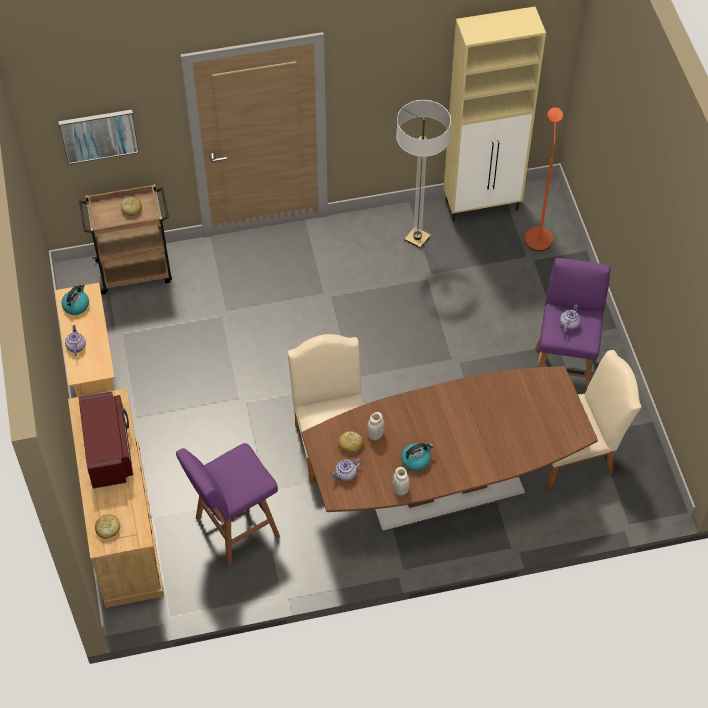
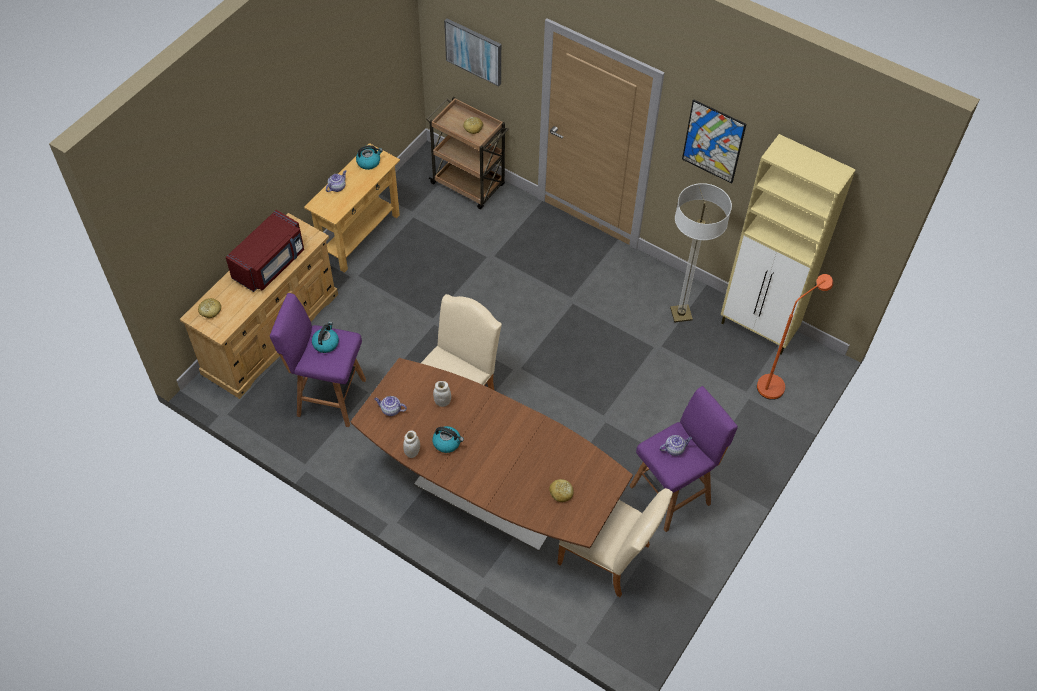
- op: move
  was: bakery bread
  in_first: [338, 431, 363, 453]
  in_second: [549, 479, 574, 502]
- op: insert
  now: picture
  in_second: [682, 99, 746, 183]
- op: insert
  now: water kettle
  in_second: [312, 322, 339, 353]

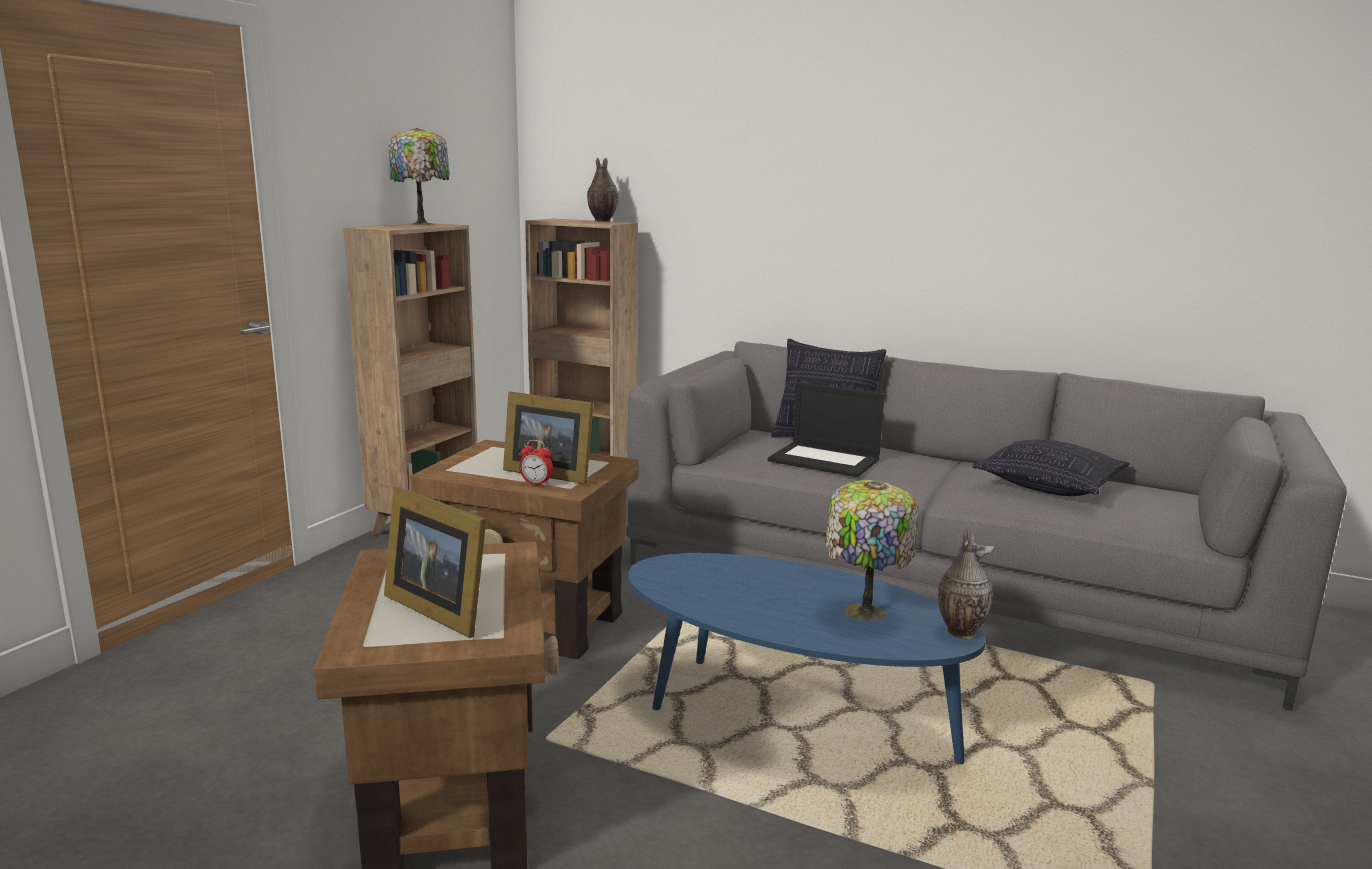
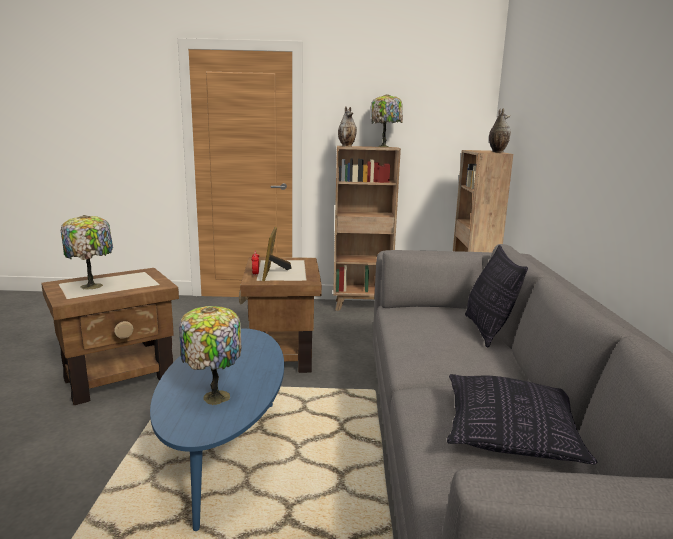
- op: delete
  was: portable computer
  in_first: [768, 382, 885, 477]
- op: replace
  was: standing frame
  now: lamp for a table
  in_first: [384, 486, 486, 638]
  in_second: [61, 215, 113, 289]
- op: move
  was: flower vase
  in_first: [938, 529, 995, 639]
  in_second: [338, 107, 357, 147]

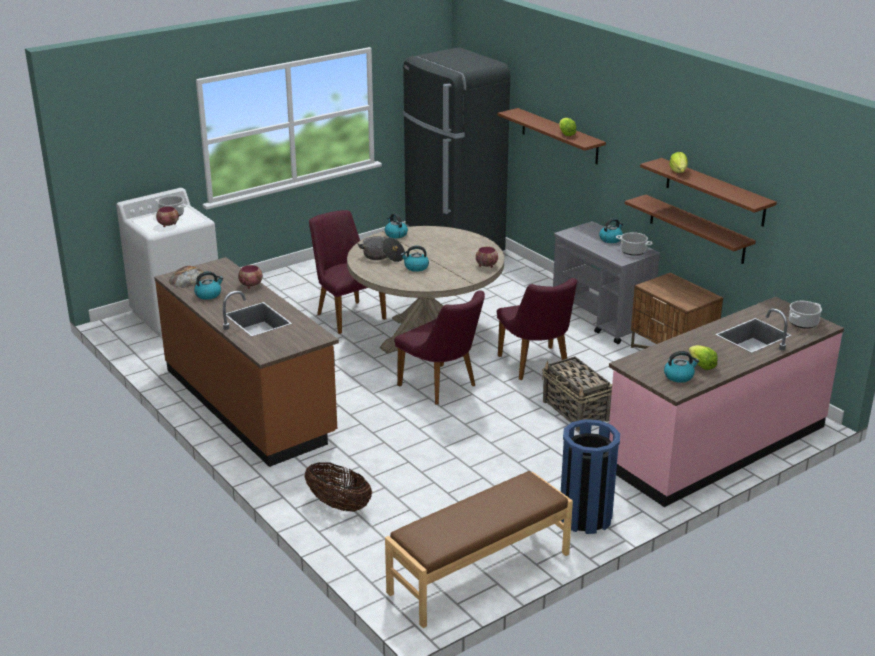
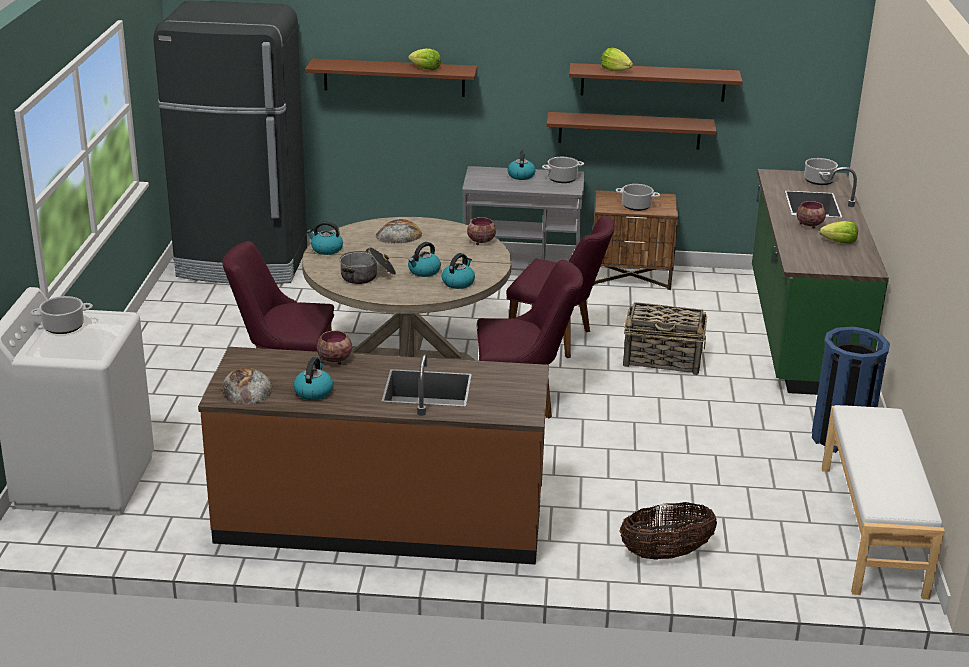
- op: move
  was: bowl
  in_first: [156, 206, 179, 227]
  in_second: [796, 201, 826, 229]
- op: recolor
  was: pinkish kitchen counter
  now: green kitchen counter
  in_first: [609, 297, 844, 507]
  in_second: [752, 167, 889, 395]
- op: move
  was: water kettle
  in_first: [664, 351, 699, 383]
  in_second: [442, 253, 475, 289]
- op: recolor
  was: brown-coloured long seat
  now: white-coloured long seat
  in_first: [385, 471, 573, 628]
  in_second: [822, 405, 945, 600]
- op: insert
  now: saucepot
  in_second: [616, 184, 660, 211]
- op: insert
  now: bakery bread
  in_second: [376, 219, 422, 244]

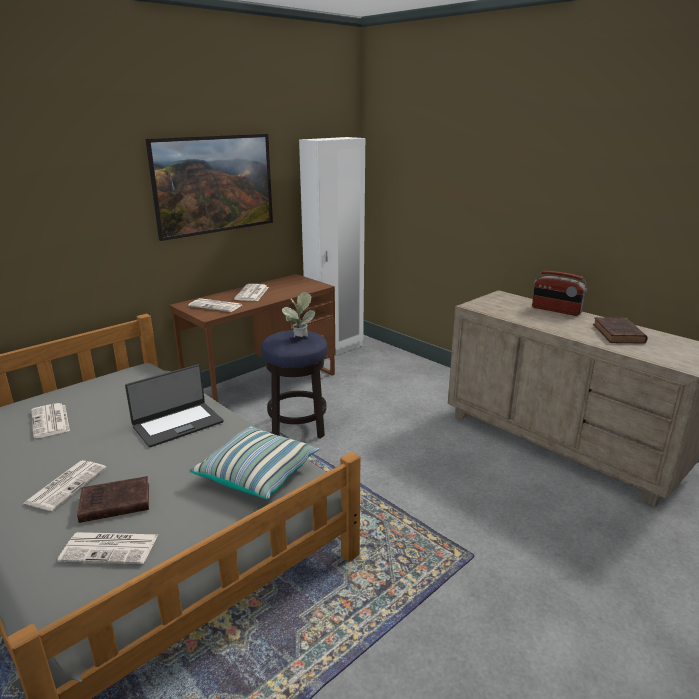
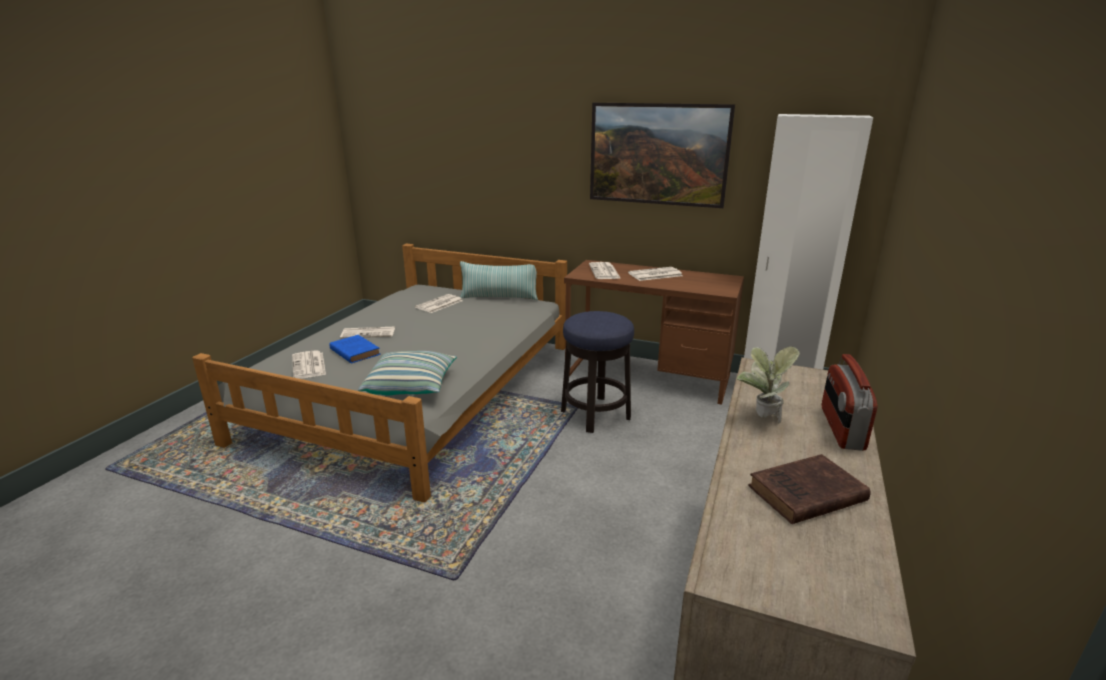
- op: move
  was: potted plant
  in_first: [282, 292, 315, 337]
  in_second: [737, 346, 800, 424]
- op: delete
  was: portable computer
  in_first: [125, 364, 224, 448]
- op: recolor
  was: brown-coloured book
  now: bluish book
  in_first: [77, 476, 149, 523]
  in_second: [329, 335, 380, 363]
- op: insert
  now: cushion
  in_second: [460, 261, 538, 300]

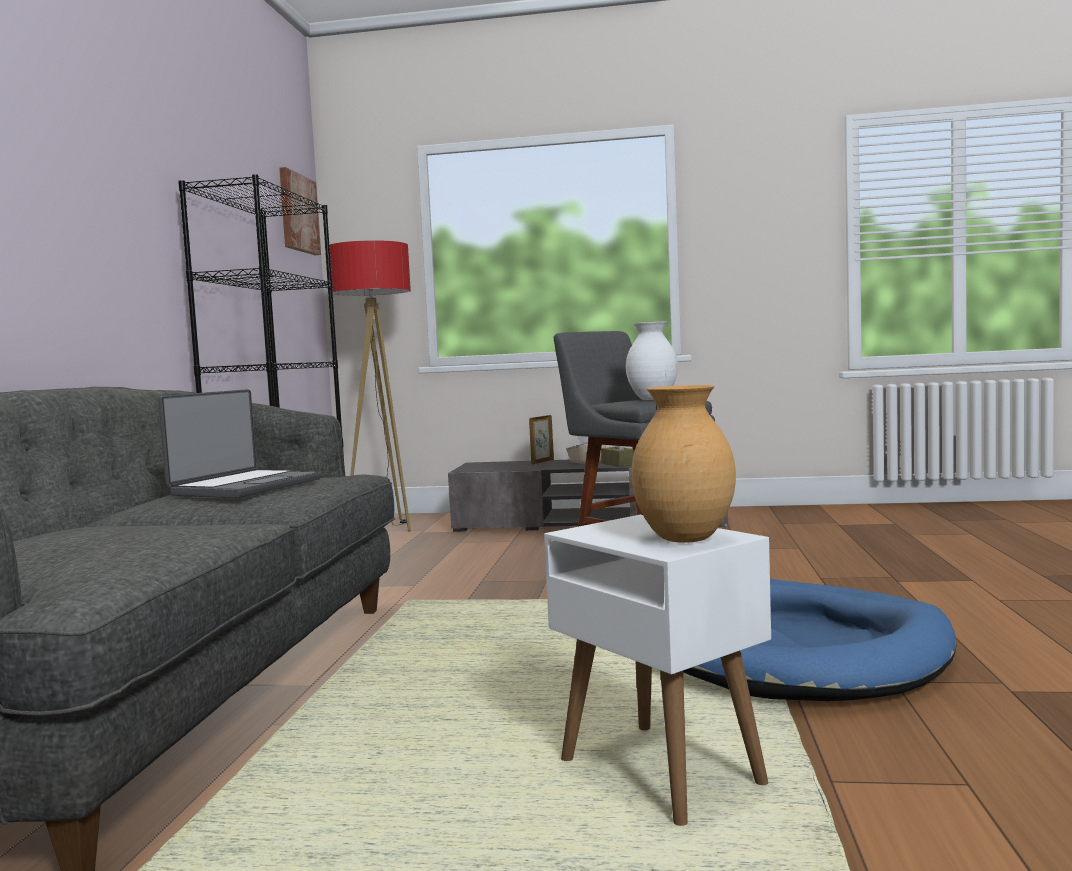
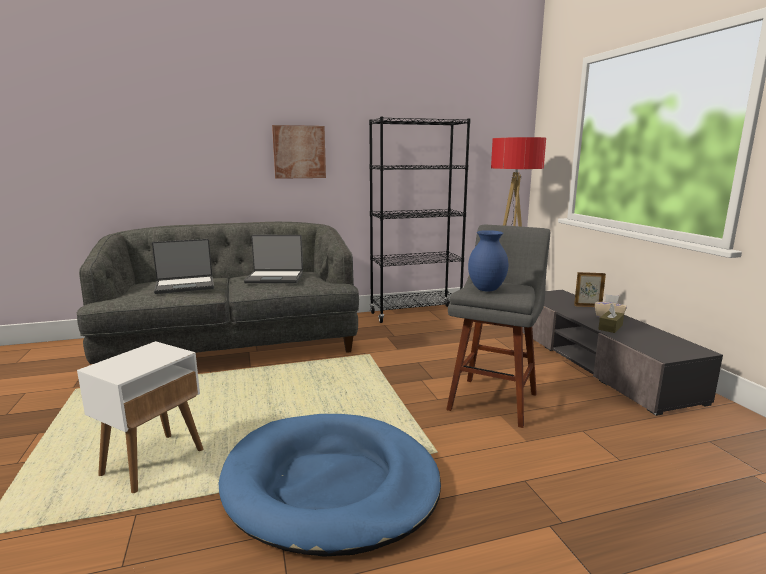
- op: move
  was: picture
  in_first: [279, 167, 321, 255]
  in_second: [272, 125, 326, 179]
- op: recolor
  was: white-coloured flower vase
  now: bluish flower vase
  in_first: [626, 322, 678, 400]
  in_second: [468, 230, 508, 291]
- op: delete
  was: brown-coloured flower vase
  in_first: [631, 385, 736, 543]
- op: insert
  now: portable computer
  in_second: [152, 239, 214, 294]

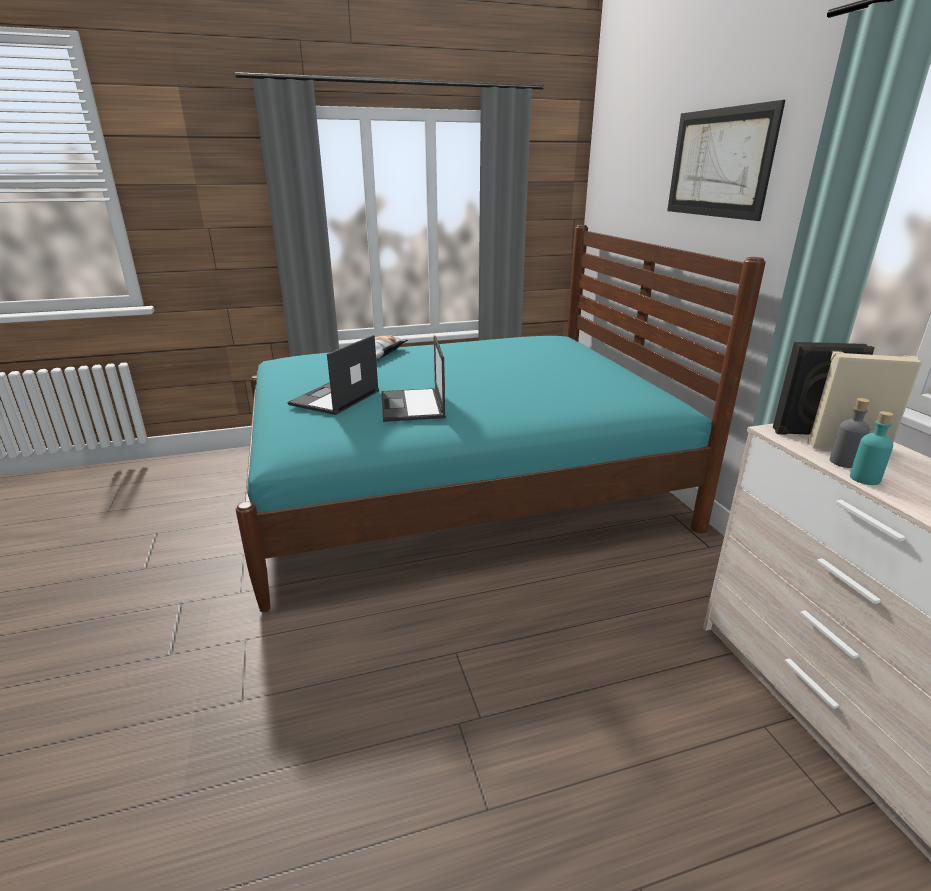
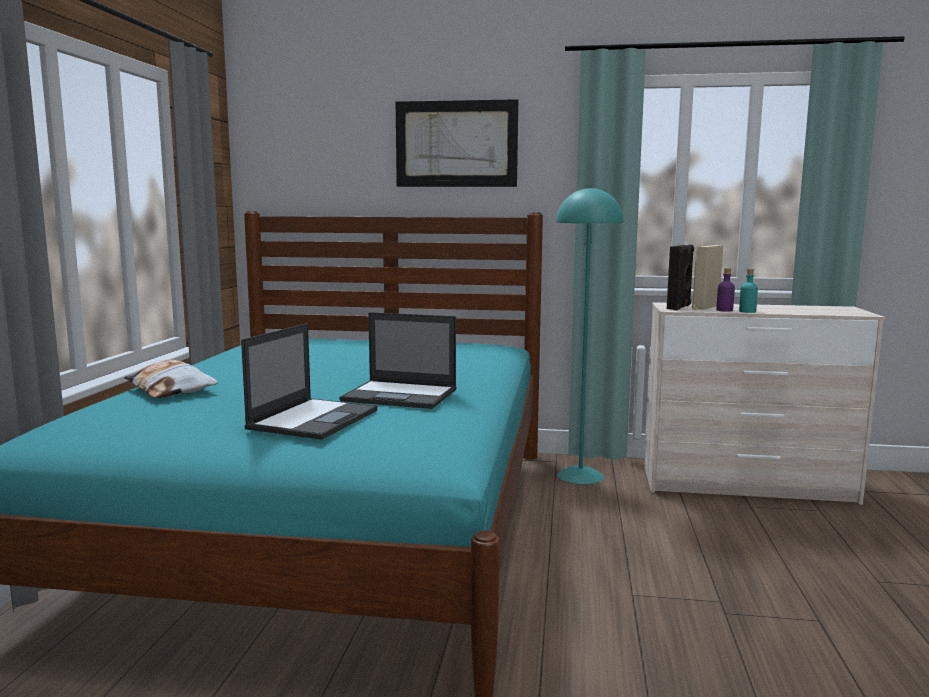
- op: rotate
  was: portable computer
  in_first: [288, 335, 379, 415]
  in_second: [241, 323, 377, 440]
  clockwise: -120
- op: recolor
  was: gray bottle
  now: purplish bottle
  in_first: [830, 398, 870, 468]
  in_second: [716, 268, 735, 312]
- op: insert
  now: turquoise-coloured floor lamp
  in_second: [556, 186, 623, 484]

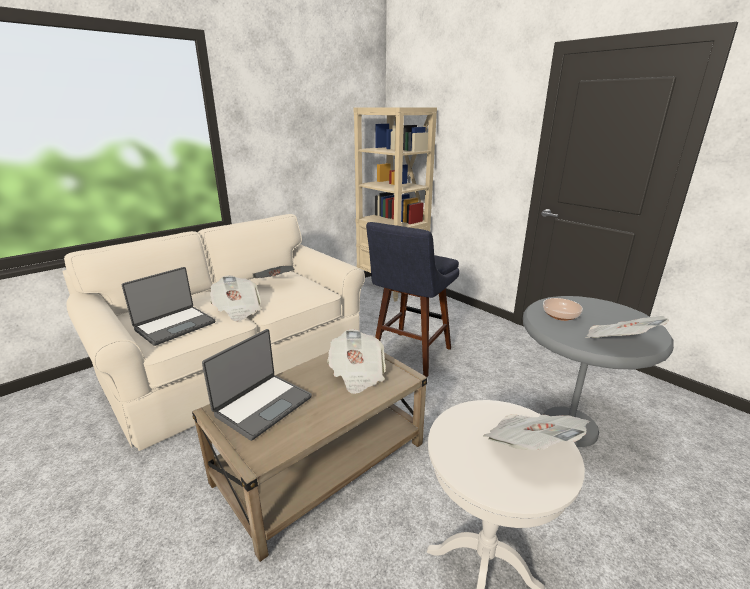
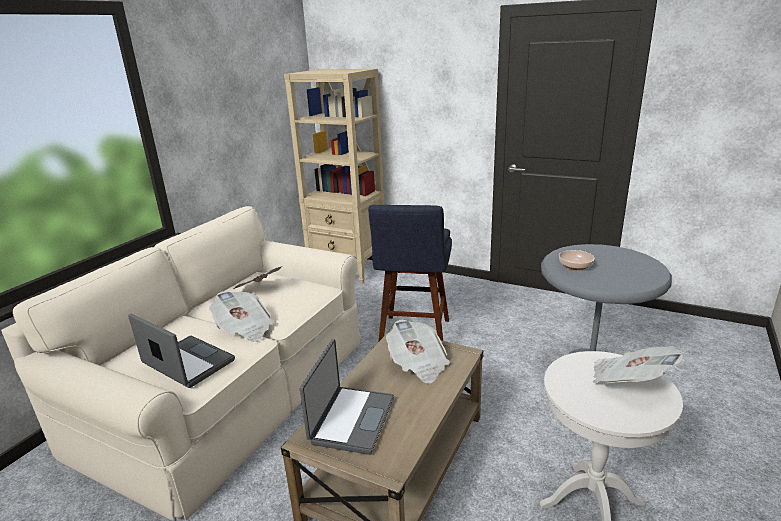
- op: rotate
  was: portable computer
  in_first: [122, 267, 215, 346]
  in_second: [128, 314, 235, 388]
  clockwise: -75
- op: delete
  was: newspaper
  in_first: [585, 316, 669, 338]

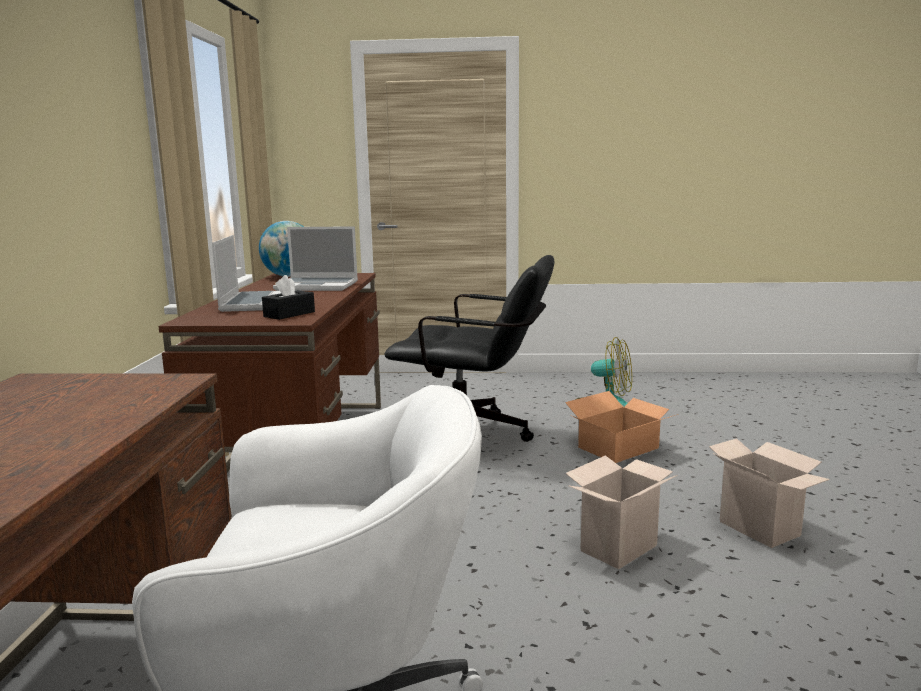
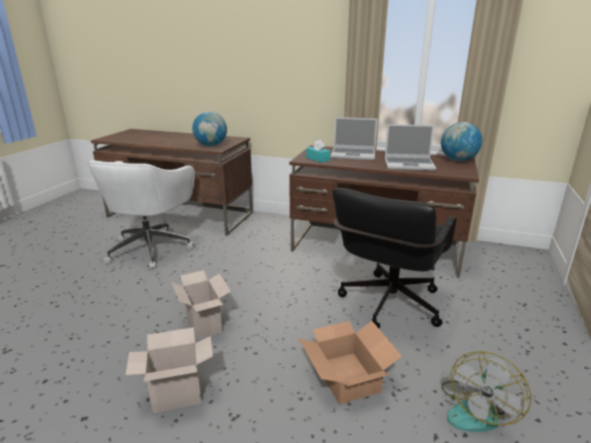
- op: rotate
  was: portable computer
  in_first: [273, 226, 358, 291]
  in_second: [385, 124, 436, 171]
  clockwise: -105
- op: recolor
  was: blackish box of tissues
  now: turquoise-coloured box of tissues
  in_first: [262, 275, 315, 320]
  in_second: [306, 140, 330, 163]
- op: insert
  now: globe
  in_second: [192, 112, 227, 146]

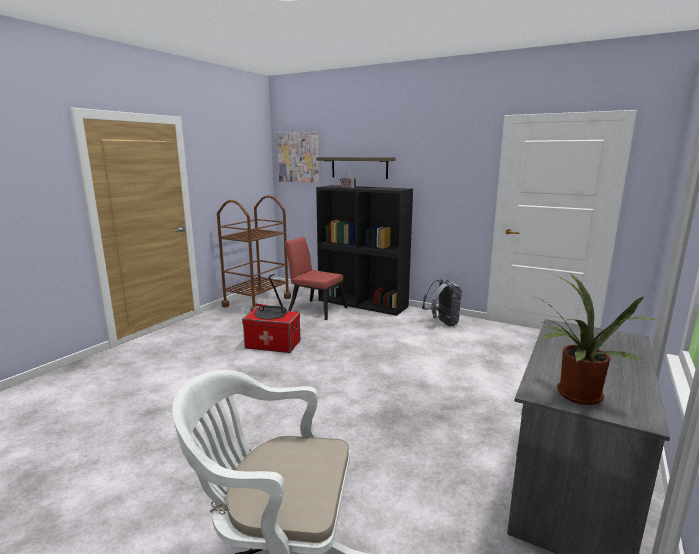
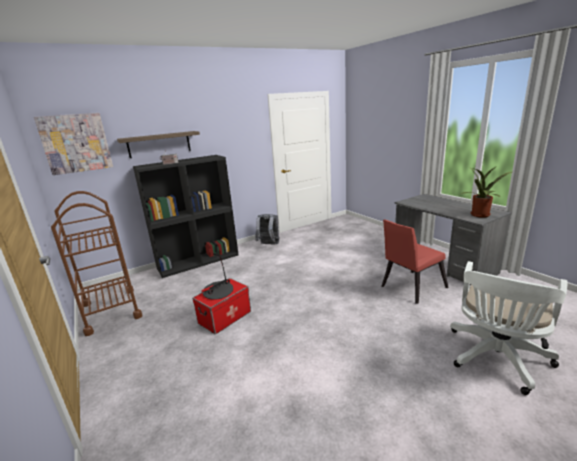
- op: move
  was: reddish upright chair
  in_first: [285, 236, 347, 320]
  in_second: [382, 220, 449, 304]

